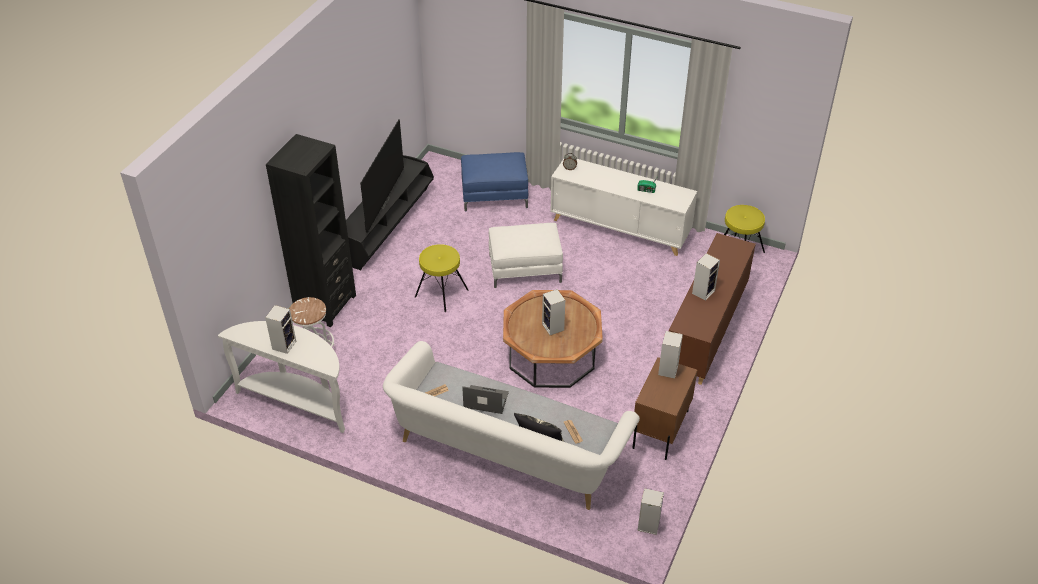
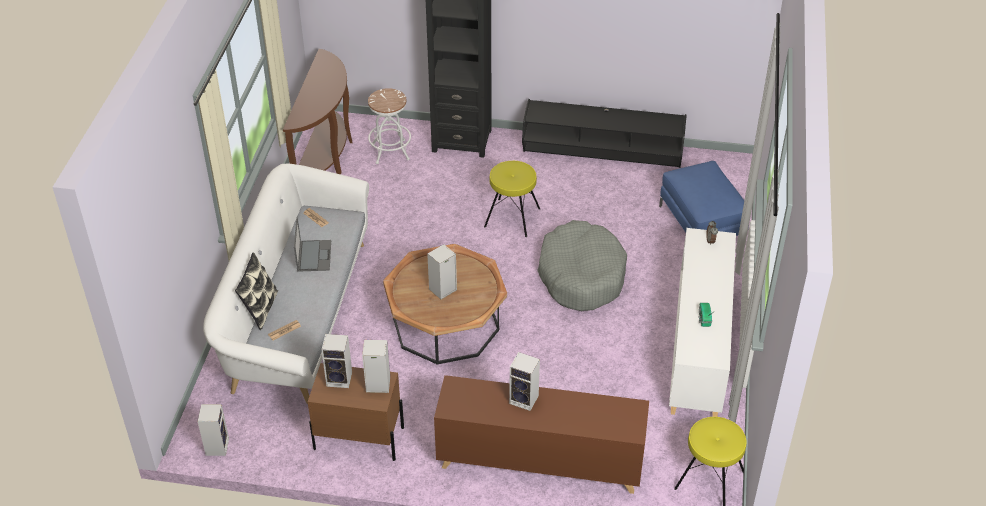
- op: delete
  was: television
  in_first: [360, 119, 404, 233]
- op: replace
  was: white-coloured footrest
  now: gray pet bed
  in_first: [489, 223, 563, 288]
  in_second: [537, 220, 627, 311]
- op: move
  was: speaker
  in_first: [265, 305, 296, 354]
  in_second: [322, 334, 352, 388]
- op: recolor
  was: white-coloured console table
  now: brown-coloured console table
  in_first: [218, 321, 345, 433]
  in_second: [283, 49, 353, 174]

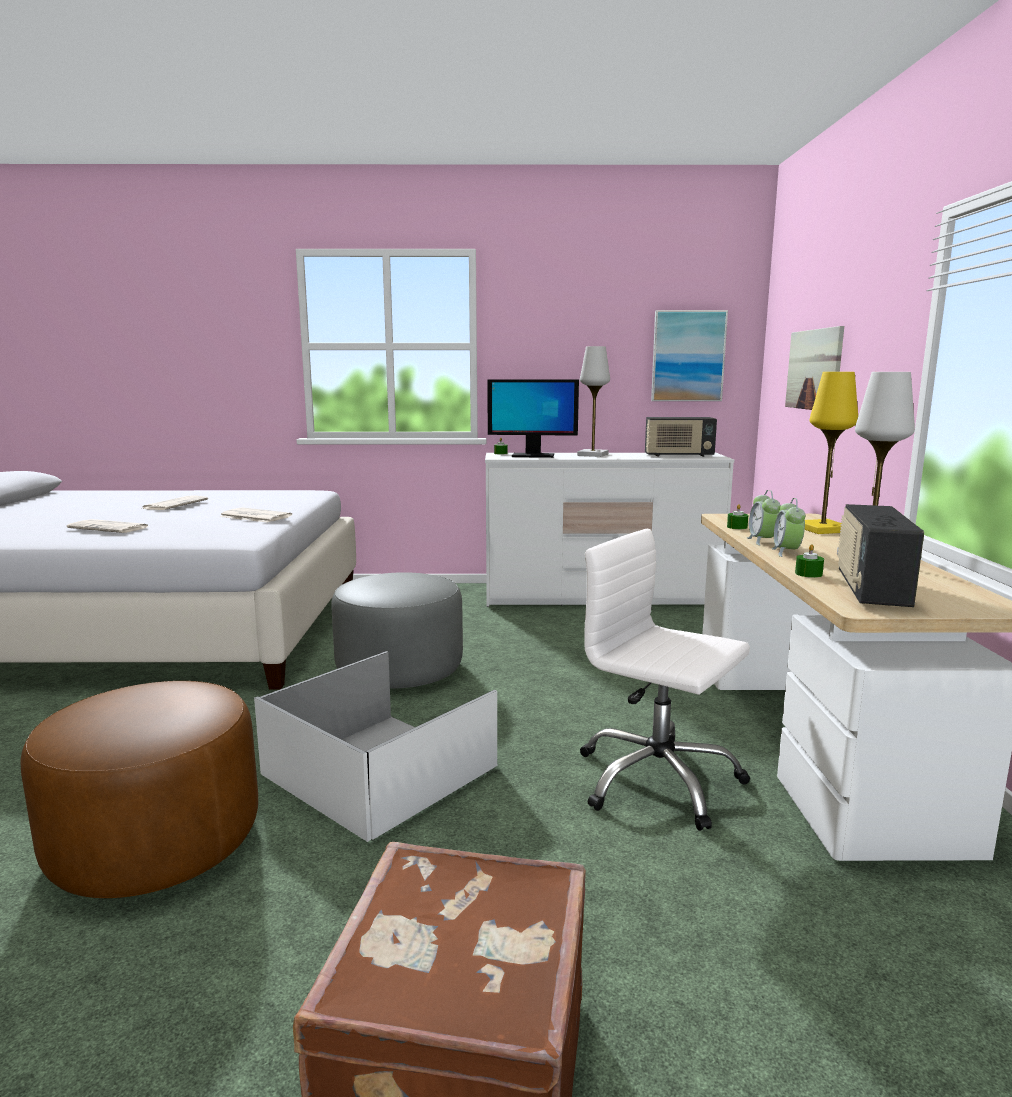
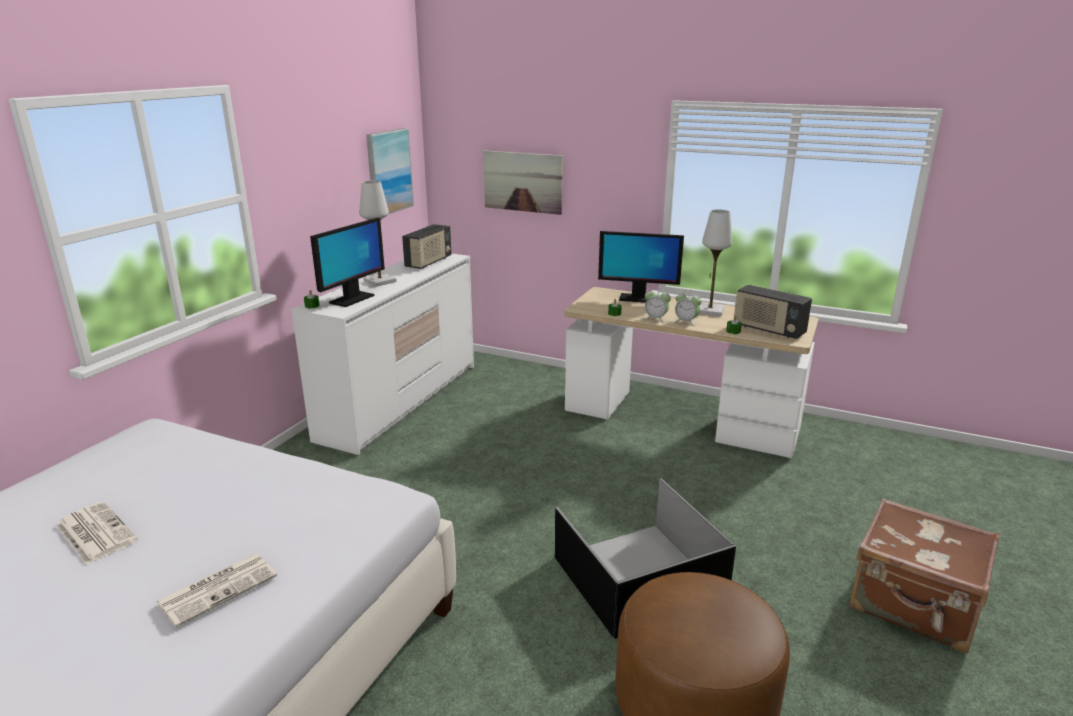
- op: replace
  was: yellowish lamp for a table
  now: monitor
  in_first: [805, 372, 858, 534]
  in_second: [598, 231, 684, 303]
- op: delete
  was: newspaper
  in_first: [219, 507, 292, 523]
- op: delete
  was: white-coloured computer chair
  in_first: [580, 529, 750, 831]
- op: delete
  was: gray footrest
  in_first: [331, 572, 463, 689]
- op: recolor
  was: white-coloured storage bin
  now: blackish storage bin
  in_first: [254, 651, 497, 842]
  in_second: [555, 478, 736, 639]

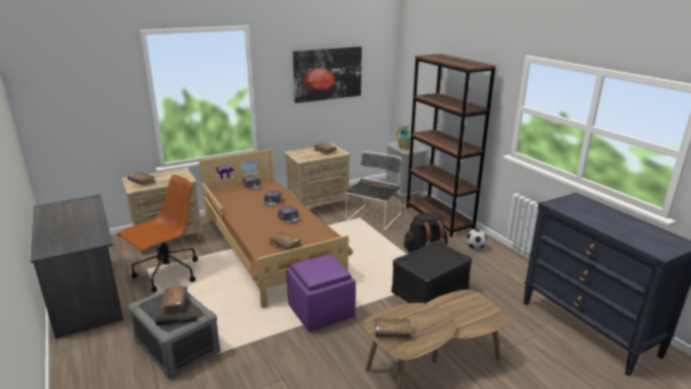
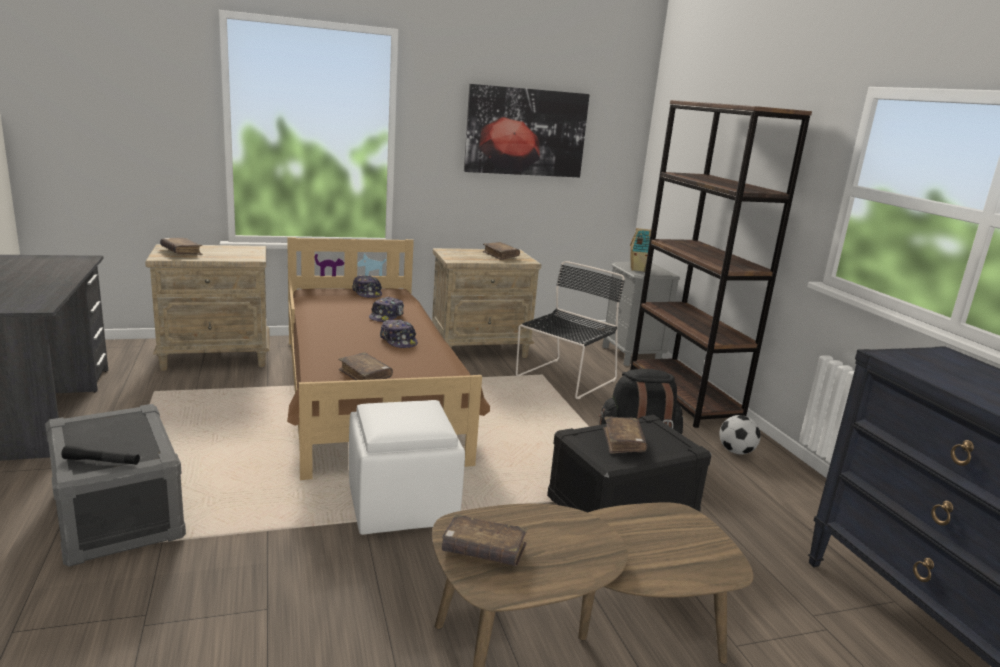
- op: delete
  was: brown-coloured computer chair
  in_first: [117, 175, 198, 293]
- op: recolor
  was: purplish footrest
  now: white-coloured footrest
  in_first: [287, 254, 356, 332]
  in_second: [349, 400, 465, 535]
- op: move
  was: brown-coloured book
  in_first: [161, 286, 187, 314]
  in_second: [603, 417, 647, 454]

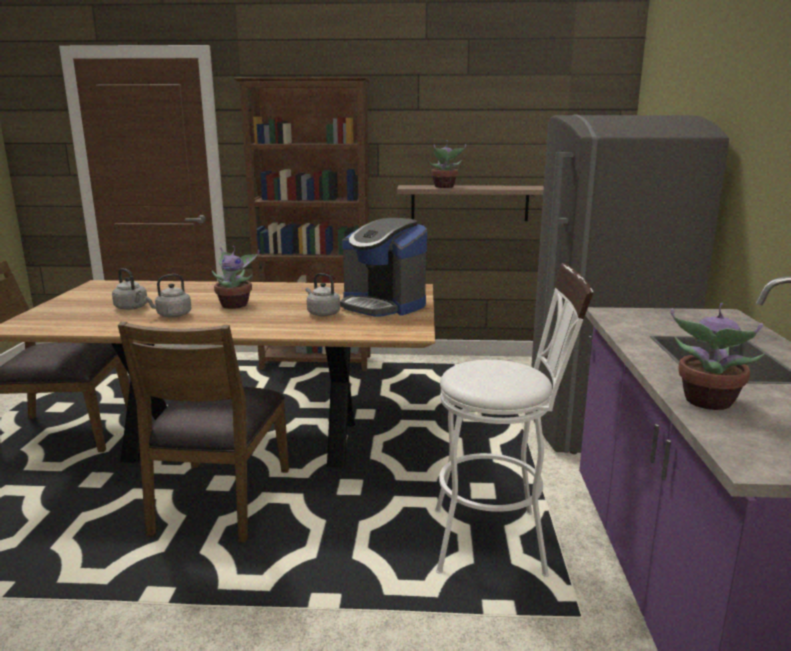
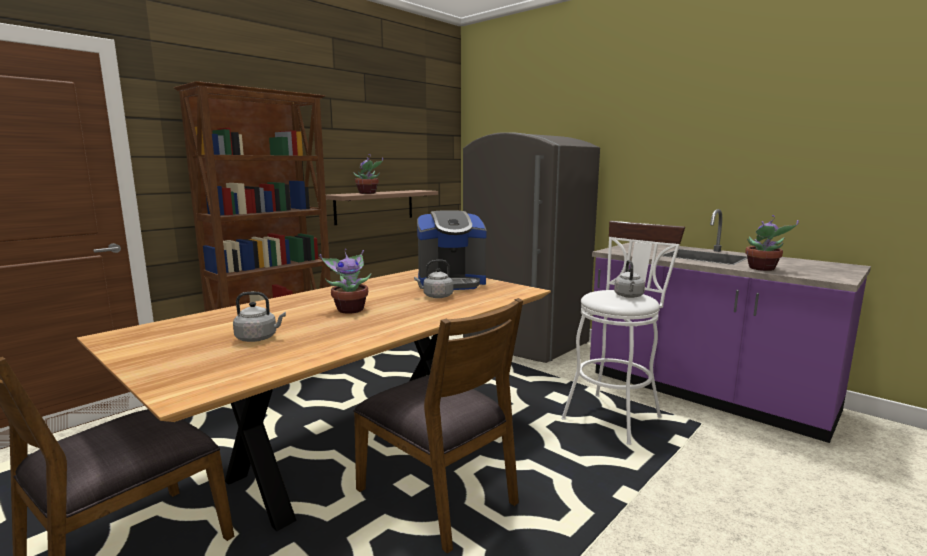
- op: move
  was: gray water kettle
  in_first: [144, 274, 191, 318]
  in_second: [614, 260, 645, 298]

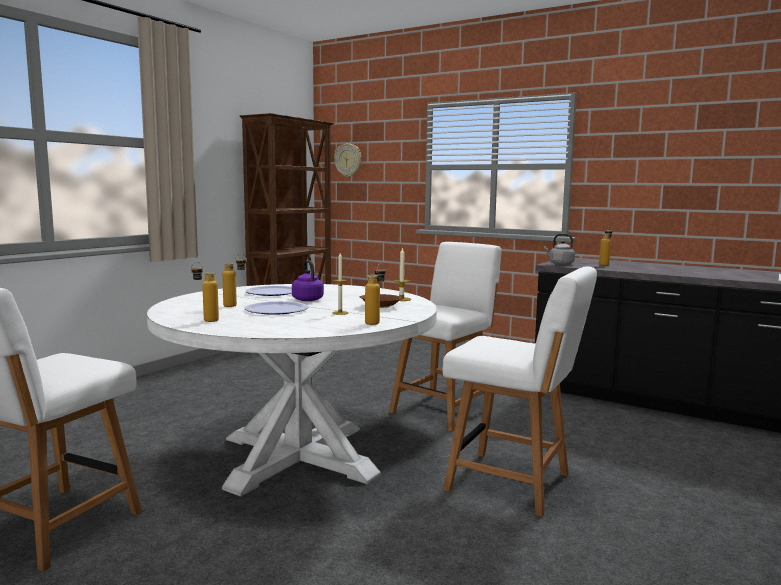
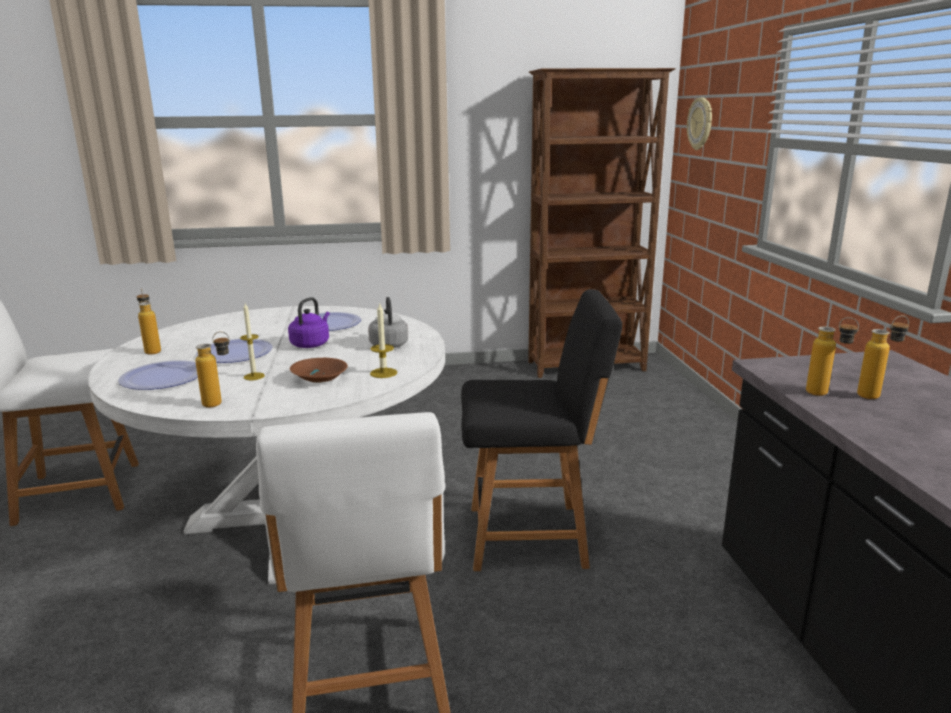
- op: move
  was: gray water kettle
  in_first: [544, 234, 575, 265]
  in_second: [368, 297, 408, 348]
- op: recolor
  was: white-coloured upright chair
  now: blackish upright chair
  in_first: [389, 242, 501, 432]
  in_second: [461, 289, 622, 571]
- op: move
  was: bottle
  in_first: [222, 254, 247, 307]
  in_second: [806, 317, 859, 396]
- op: insert
  now: dinner plate
  in_second: [118, 360, 198, 390]

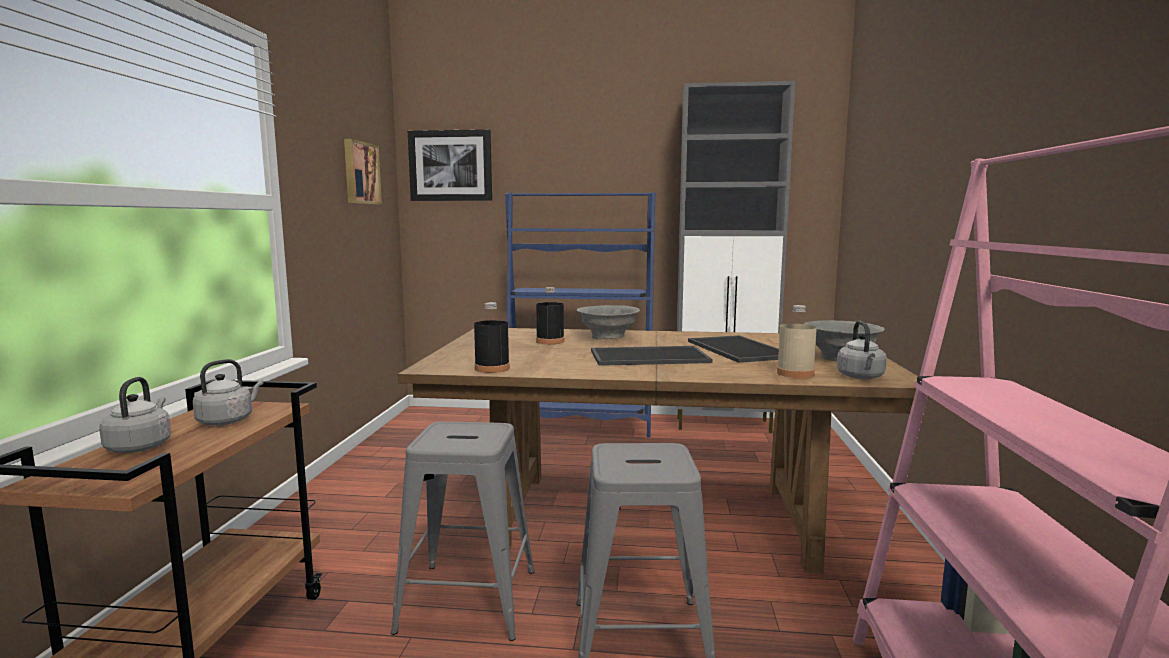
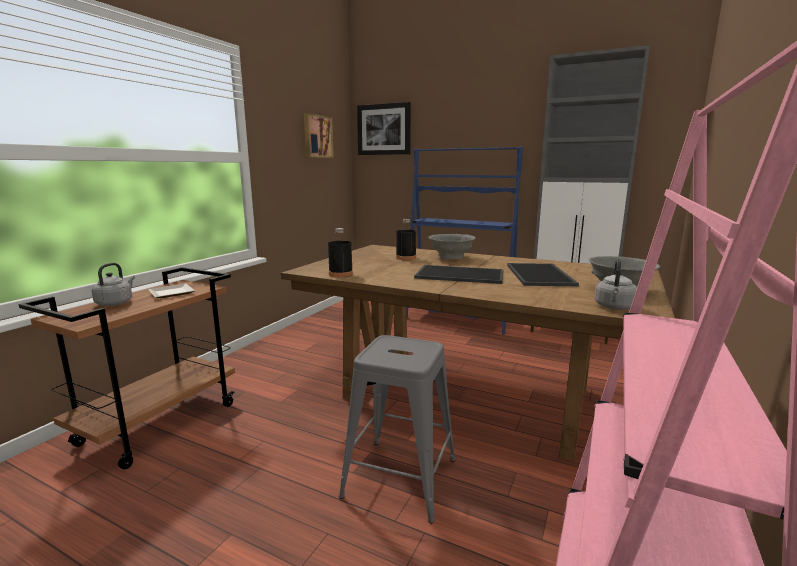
- op: delete
  was: sand-coloured bottle
  in_first: [777, 305, 817, 378]
- op: replace
  was: gray water kettle
  now: dinner plate
  in_first: [193, 359, 264, 425]
  in_second: [148, 283, 195, 298]
- op: delete
  was: gray stool
  in_first: [391, 421, 534, 641]

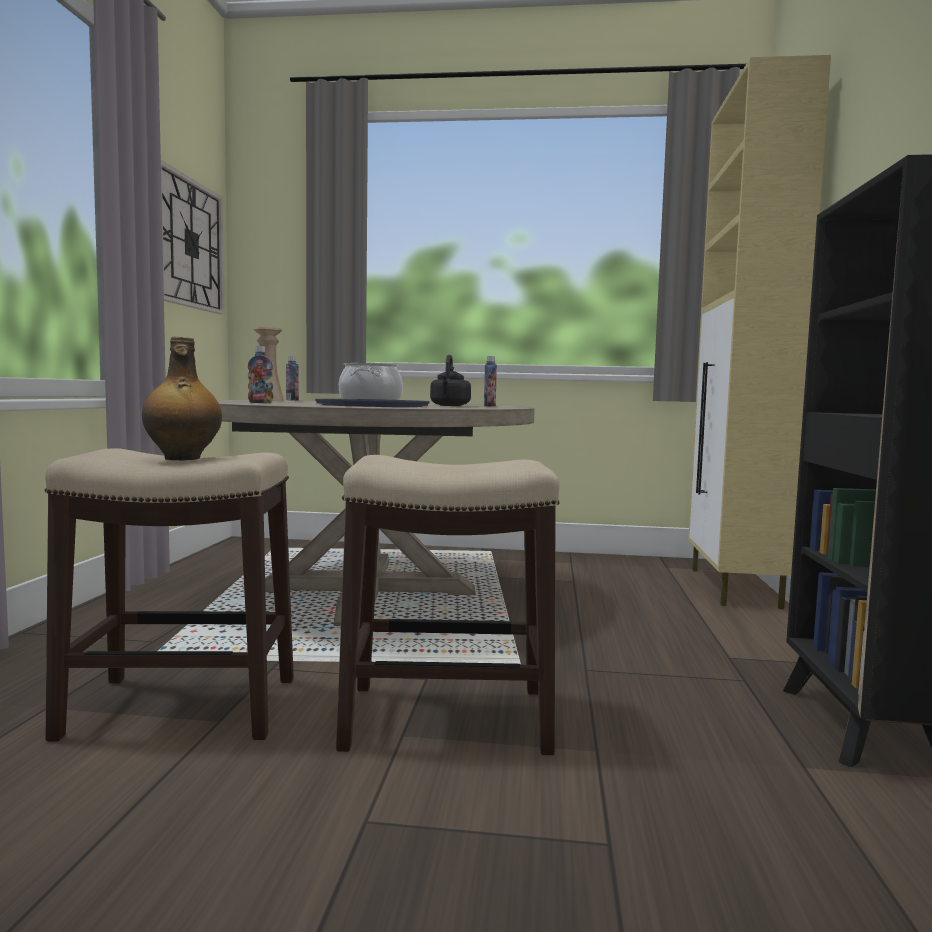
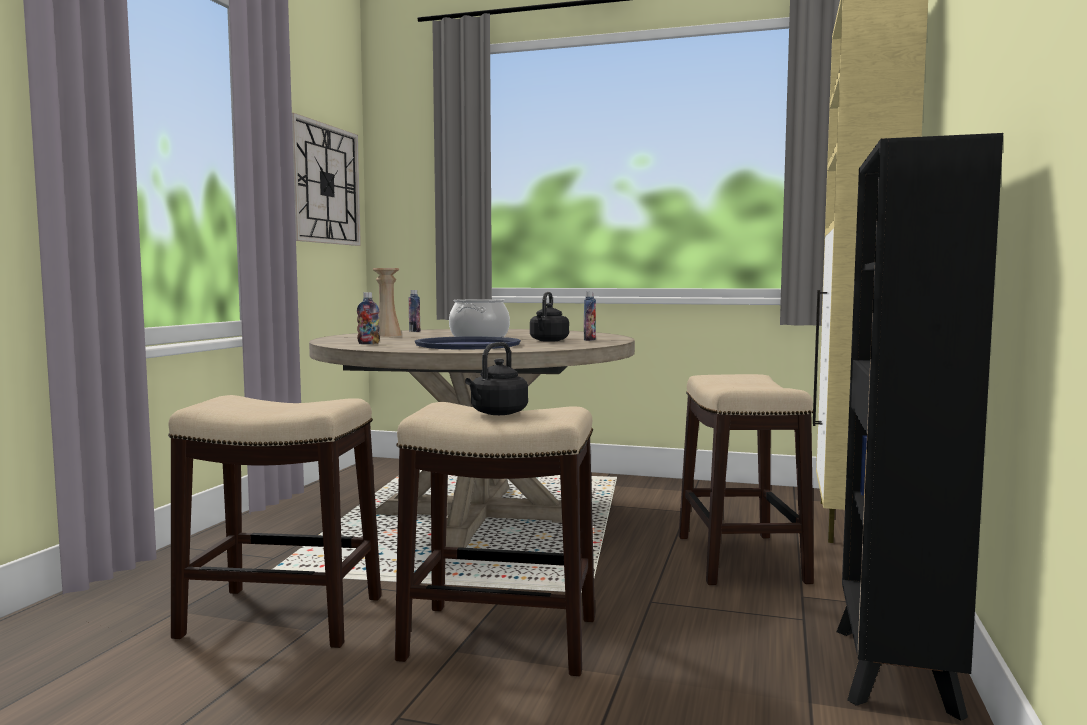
- op: delete
  was: bottle
  in_first: [142, 337, 222, 460]
- op: insert
  now: blackish water kettle
  in_second: [465, 342, 528, 415]
- op: insert
  now: stool
  in_second: [679, 374, 814, 585]

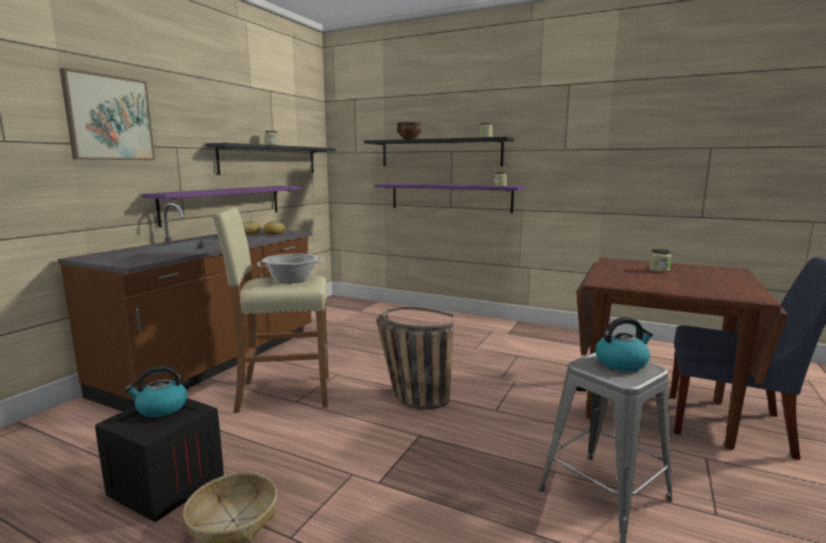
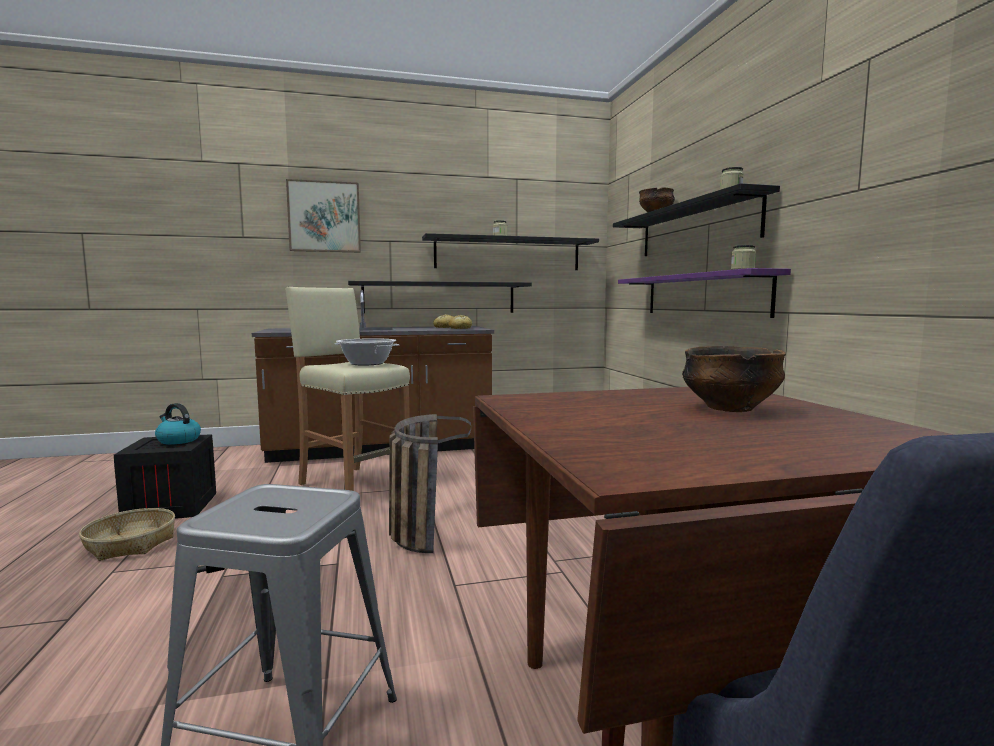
- op: recolor
  was: purplish shelf
  now: blackish shelf
  in_first: [143, 186, 301, 227]
  in_second: [348, 281, 532, 313]
- op: replace
  was: jar
  now: bowl
  in_first: [649, 249, 671, 272]
  in_second: [682, 346, 786, 412]
- op: delete
  was: water kettle
  in_first: [595, 317, 653, 371]

